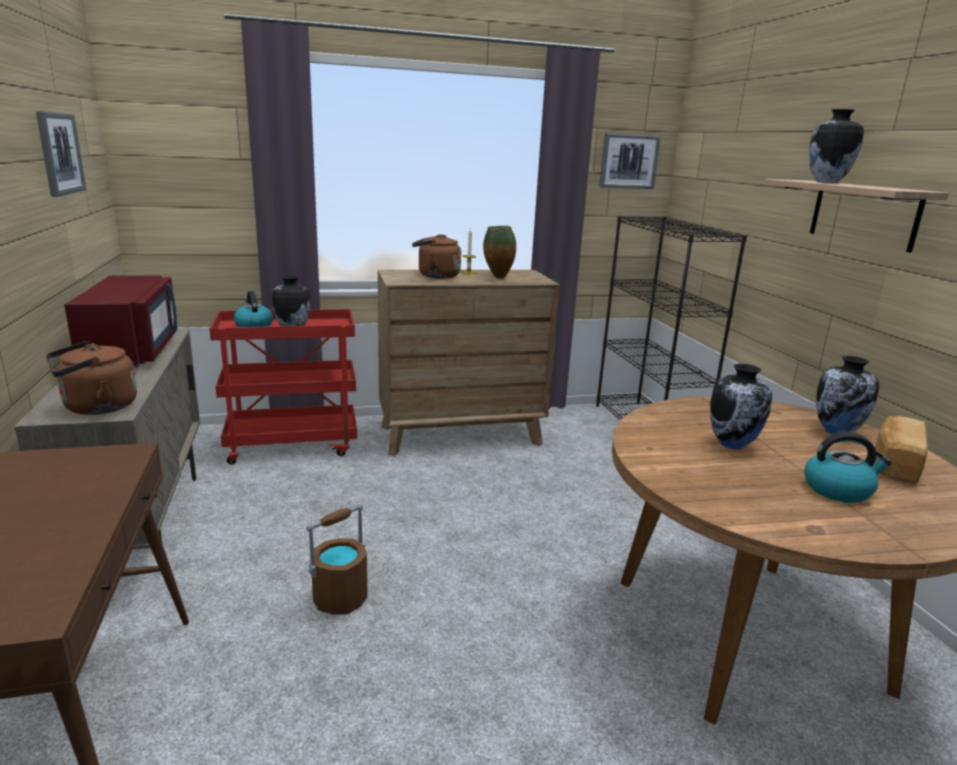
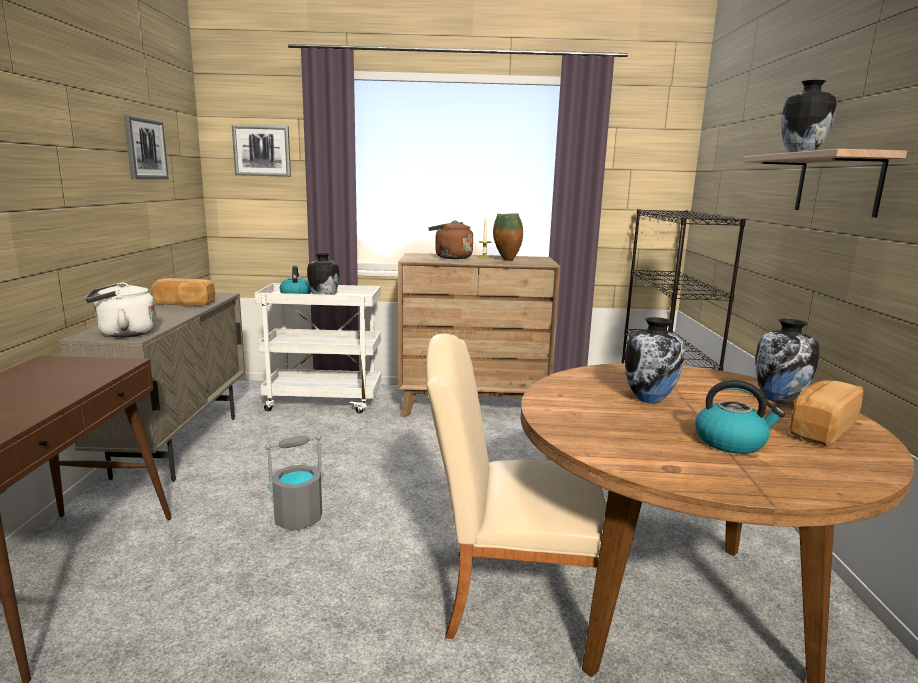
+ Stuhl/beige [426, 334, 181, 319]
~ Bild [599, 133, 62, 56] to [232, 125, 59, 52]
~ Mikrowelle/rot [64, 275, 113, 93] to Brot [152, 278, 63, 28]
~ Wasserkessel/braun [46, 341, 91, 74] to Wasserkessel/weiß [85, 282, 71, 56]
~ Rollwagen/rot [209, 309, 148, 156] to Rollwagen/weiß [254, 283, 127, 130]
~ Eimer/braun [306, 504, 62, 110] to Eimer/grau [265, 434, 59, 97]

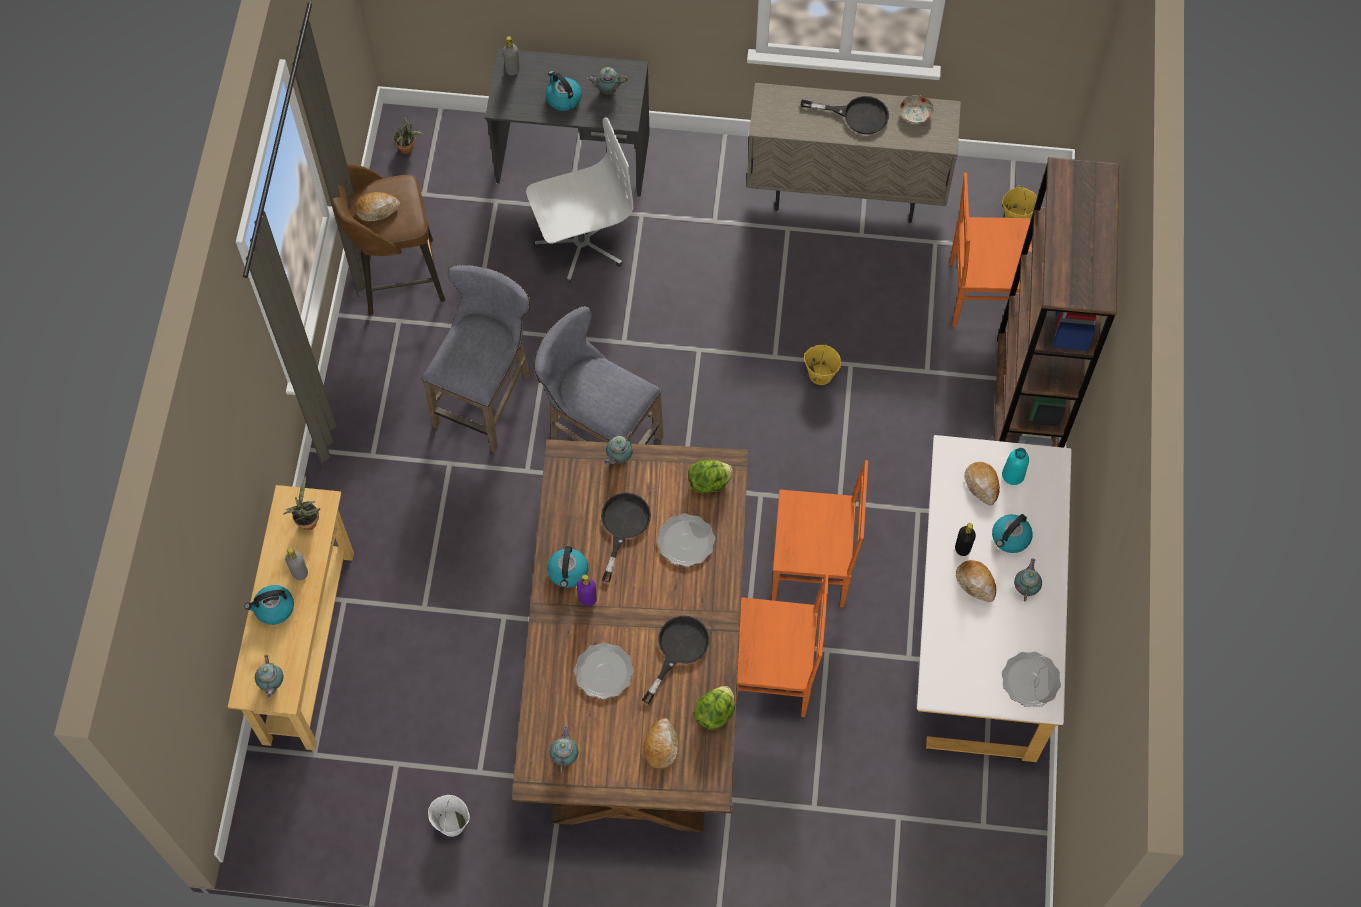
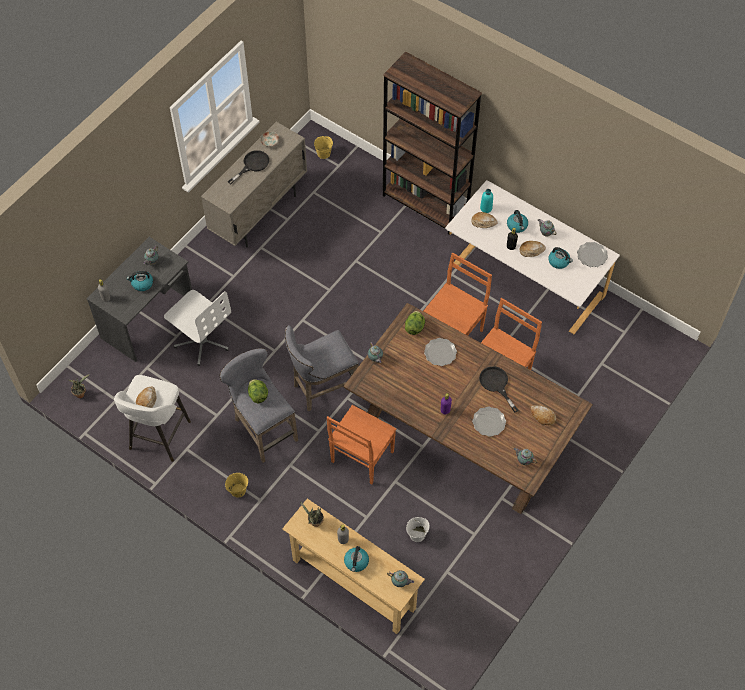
- Pfanne/schwarz [601, 493, 50, 90]
~ Eimer/weiß [428, 795, 42, 42] to [406, 517, 23, 25]
~ Wasserkessel [547, 546, 41, 42] to [548, 247, 25, 22]
~ Salatkopf [693, 686, 42, 44] to [248, 379, 20, 24]
~ Eimer/gelb [804, 344, 37, 41] to [225, 473, 23, 25]
~ Stuhl/orange [950, 173, 82, 154] to [327, 405, 70, 79]
~ Hocker/braun [332, 163, 113, 152] to Hocker/weiß [114, 375, 77, 87]
~ Bürostuhl/weiß [526, 117, 107, 166] = [164, 290, 67, 76] 120 degrees clockwise

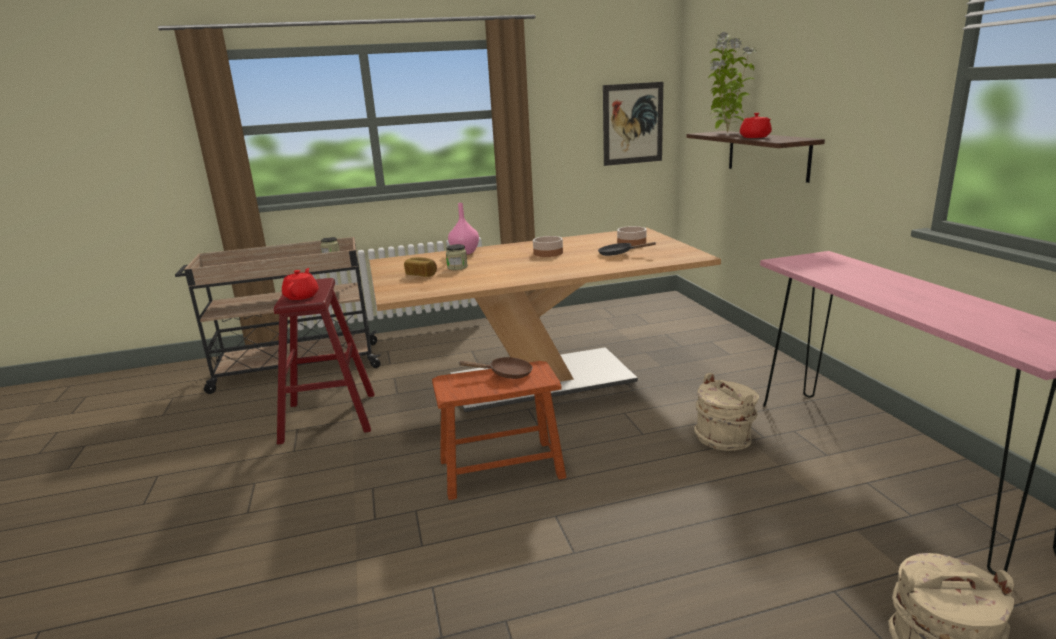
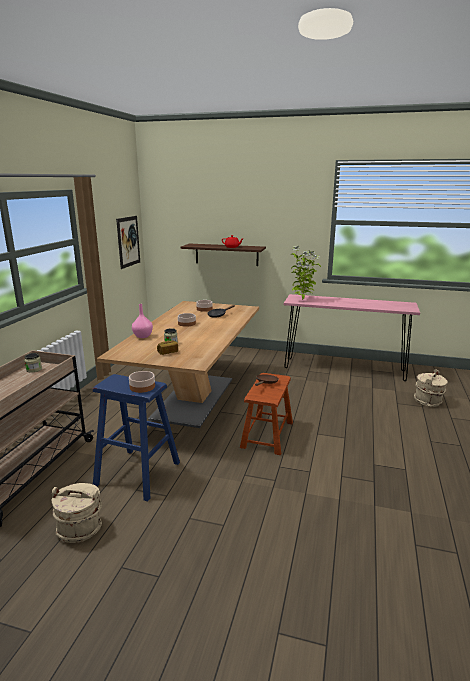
~ Eimer/beige [694, 373, 65, 78] to [51, 483, 52, 60]
~ Topfpflanze [708, 32, 49, 101] to [291, 246, 30, 54]
~ Teekanne/rot [282, 268, 36, 32] to Schüssel [129, 371, 26, 22]
~ Hocker/rot [274, 278, 101, 167] to Hocker/blau [93, 374, 87, 128]

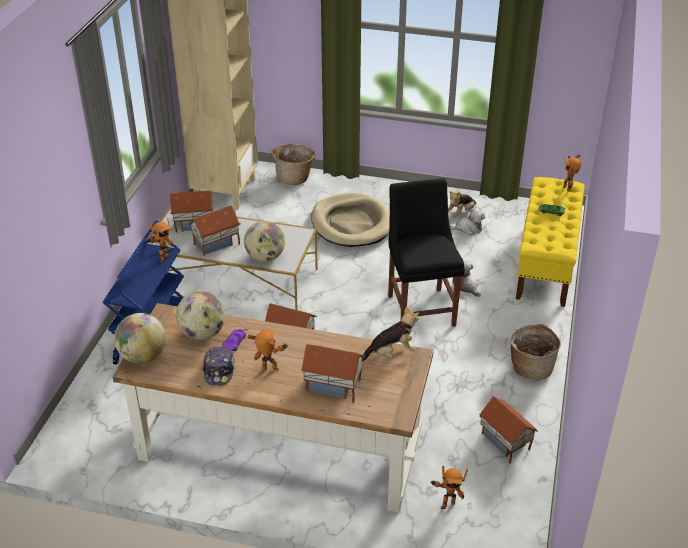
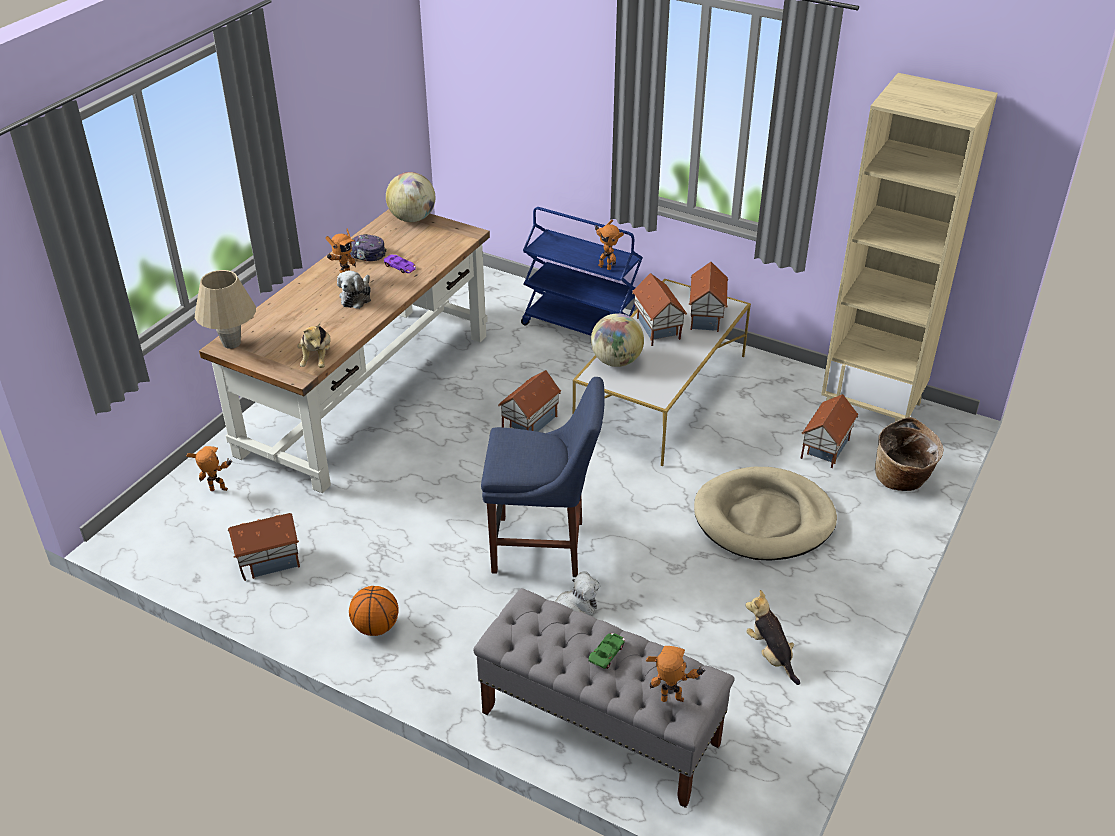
- Globus [176, 291, 49, 49]
+ Tischlampe/beige [195, 270, 61, 79]
~ Spielzeughaus [301, 344, 64, 59] to [800, 394, 58, 74]
~ Plüschtier [450, 207, 35, 29] to [337, 270, 34, 39]
~ Korb [510, 324, 51, 56] to Basketball [349, 586, 50, 50]
~ Stuhl/schwarz [388, 178, 77, 149] to Stuhl/blau [481, 377, 124, 200]
~ Bank/gelb [516, 177, 68, 130] to Bank/grau [473, 588, 262, 220]
~ Spielzeugroboter [431, 466, 37, 43] = [186, 446, 47, 45] 90 degrees clockwise

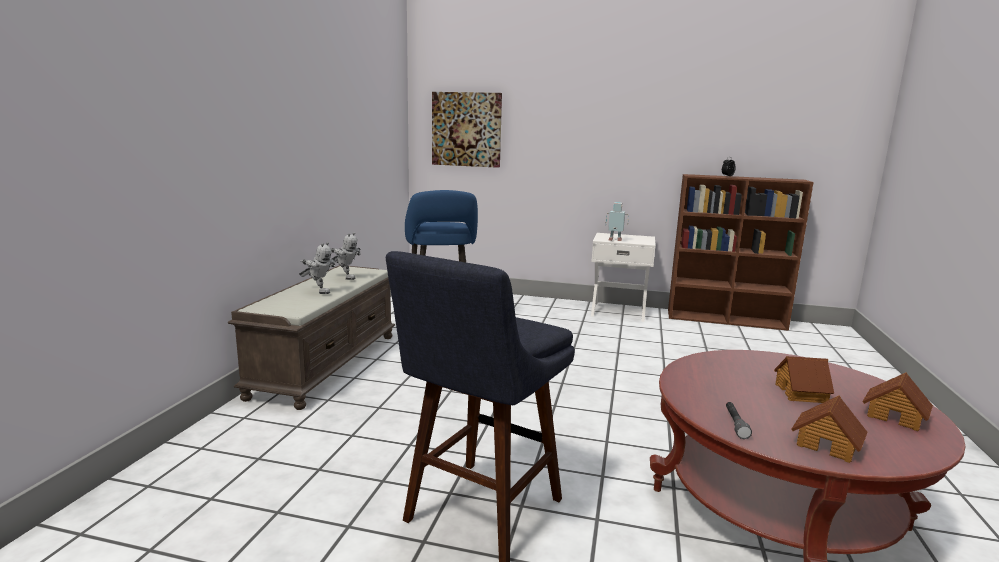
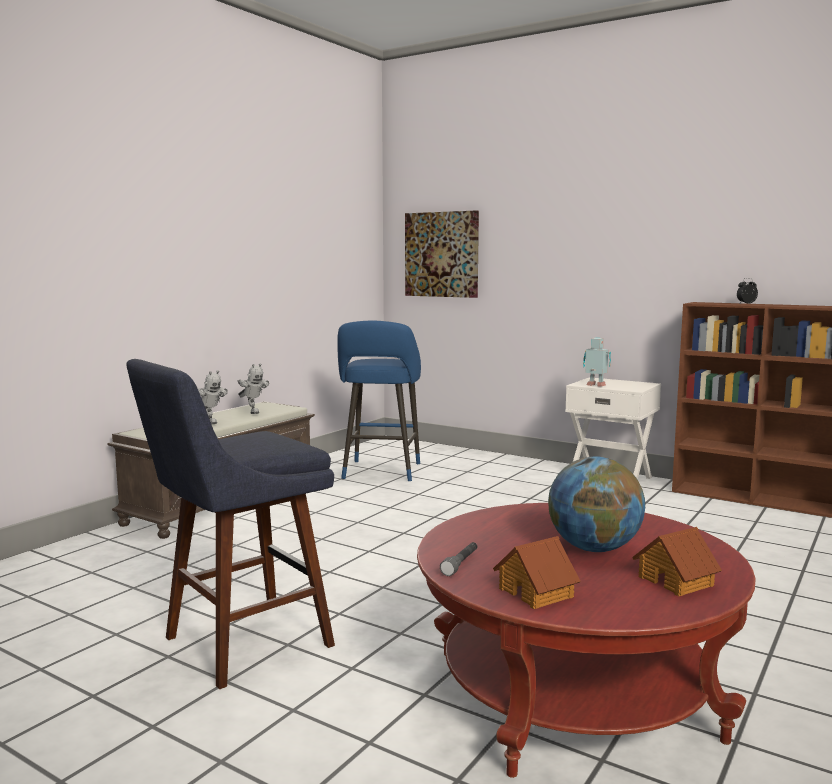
~ Spielzeughaus [774, 356, 60, 47] to Globus [548, 456, 97, 96]

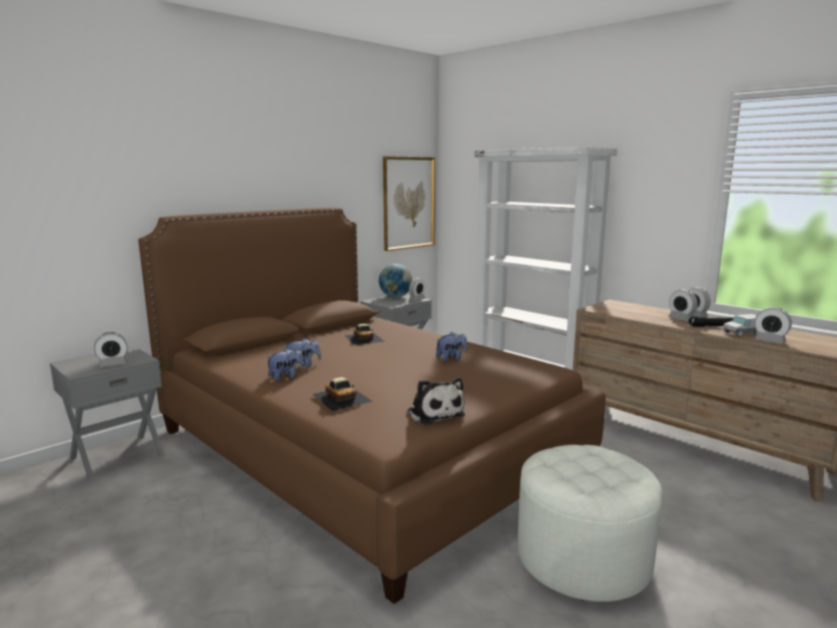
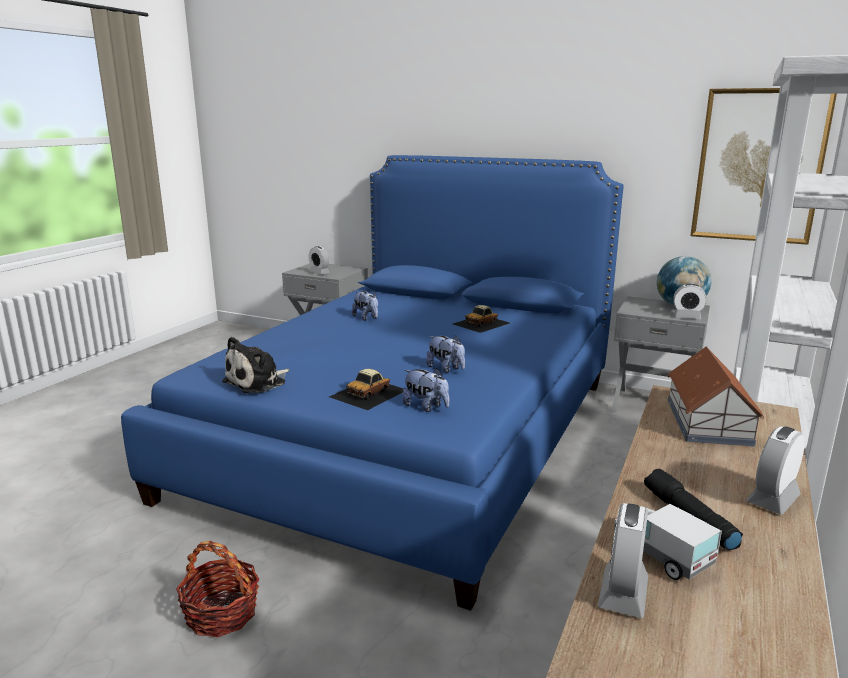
- Wecker [668, 289, 30, 32]
+ Spielzeughaus [668, 347, 96, 99]
~ Plüschtier [266, 348, 38, 33] to [402, 368, 47, 44]
~ Spielzeugauto [312, 377, 61, 34] to [329, 369, 74, 41]
~ Polsterhocker/weiß [518, 445, 144, 157] to Korb [176, 541, 83, 96]
~ Bett/braun [138, 207, 468, 397] to Bett/blau [121, 155, 503, 456]

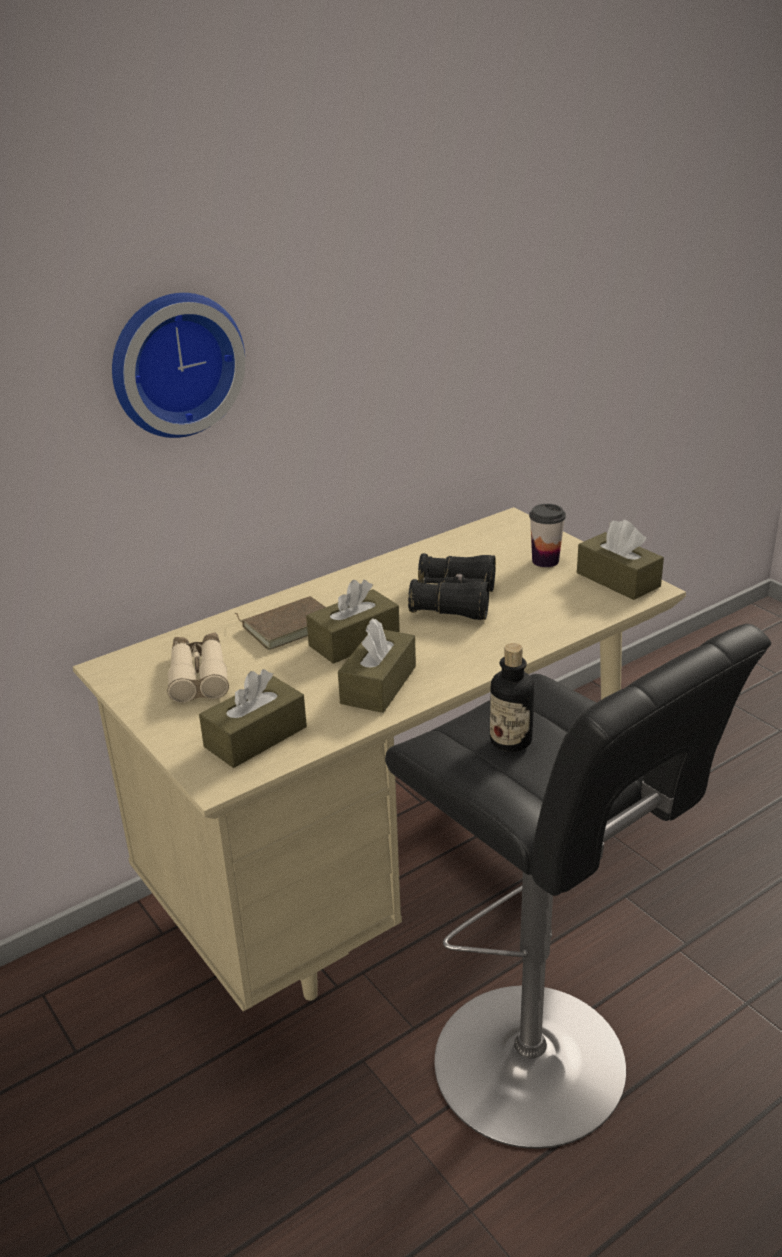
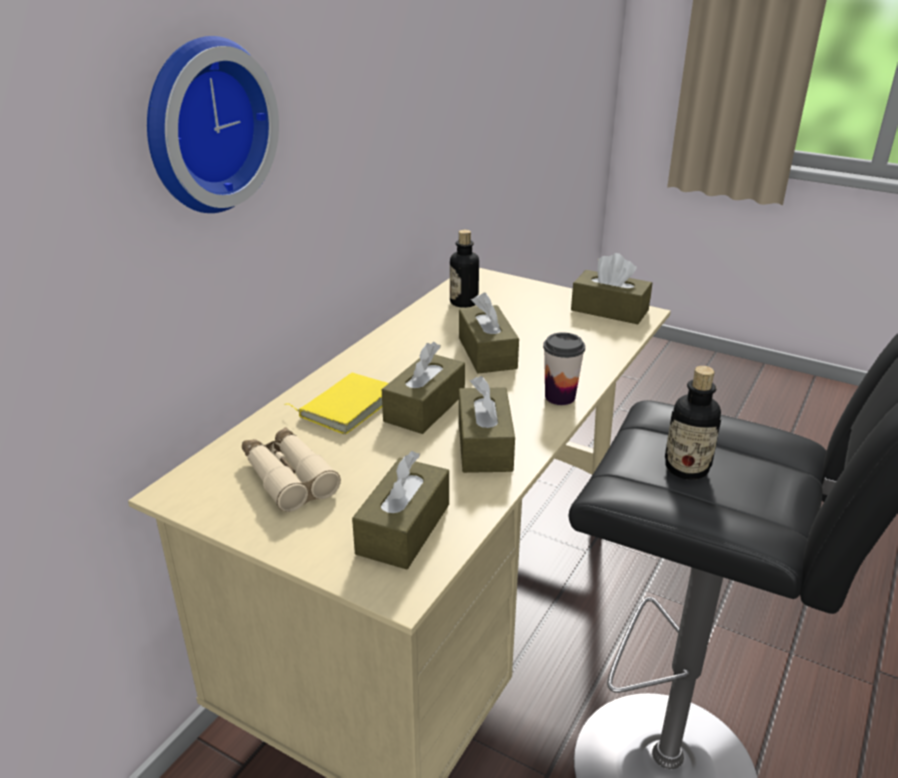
+ Flasche [450, 230, 29, 78]
~ Tasse [529, 504, 37, 63] to [543, 332, 42, 73]
~ Fernglas/schwarz [408, 553, 88, 67] to Taschentuchbox/braun [459, 292, 60, 82]
~ Buch/braun [234, 596, 92, 54] to Buch/gelb [284, 373, 105, 61]

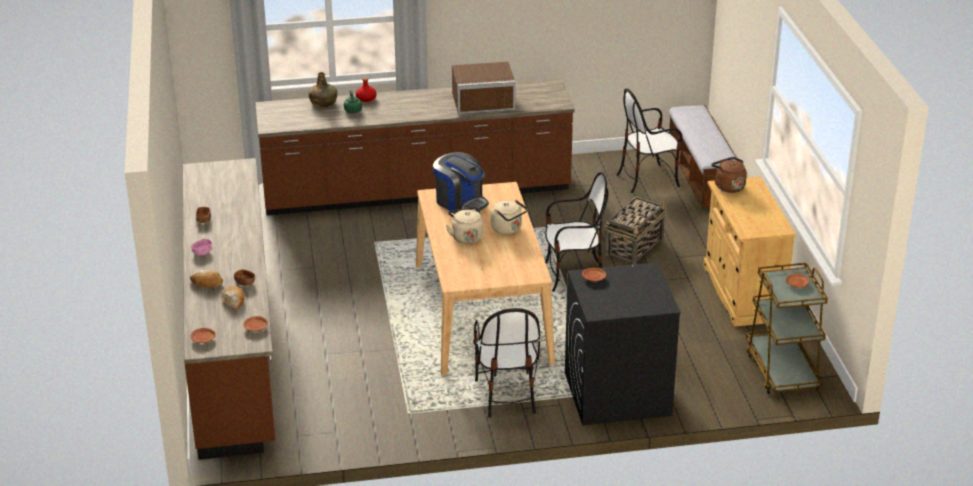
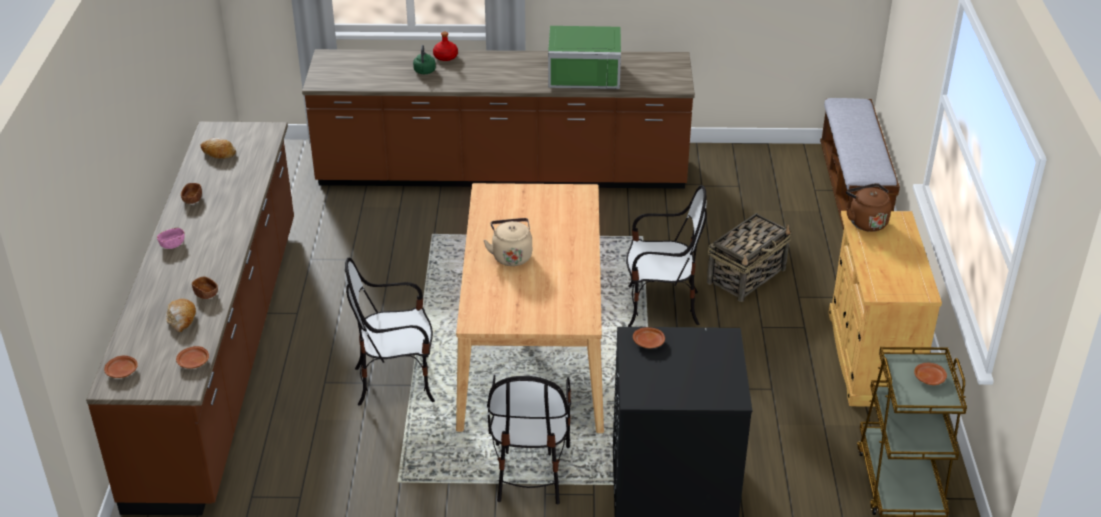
- Flasche/grün [308, 72, 29, 35]
- Kaffeemaschine [433, 152, 56, 62]
- Wasserkessel/beige [491, 200, 37, 34]
~ Brot [190, 270, 33, 18] to [201, 138, 35, 21]
~ Stuhl [617, 88, 66, 105] to [345, 257, 90, 149]
~ Mikrowelle/braun [452, 62, 63, 52] to Mikrowelle/grün [548, 26, 73, 63]

